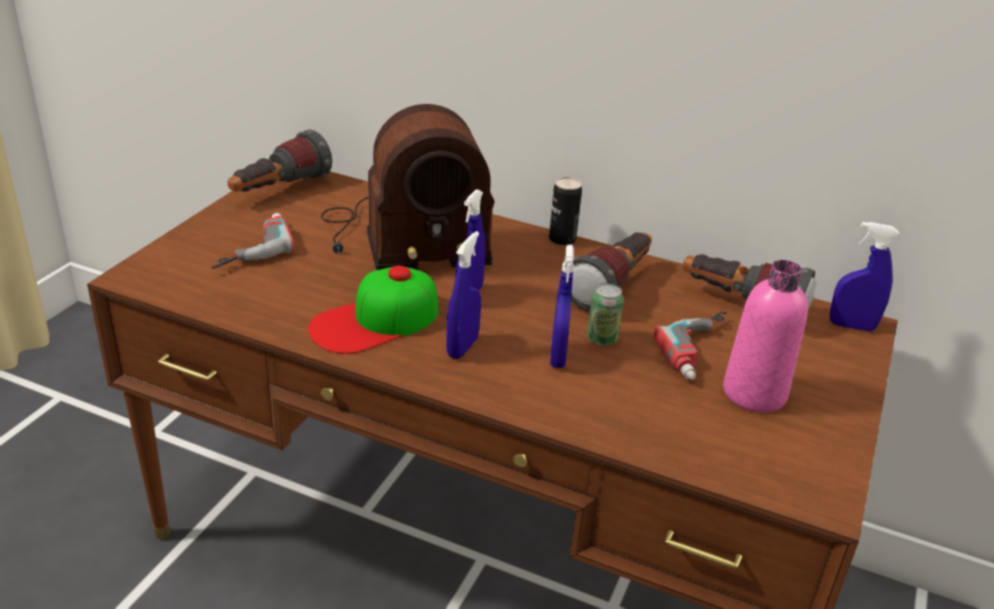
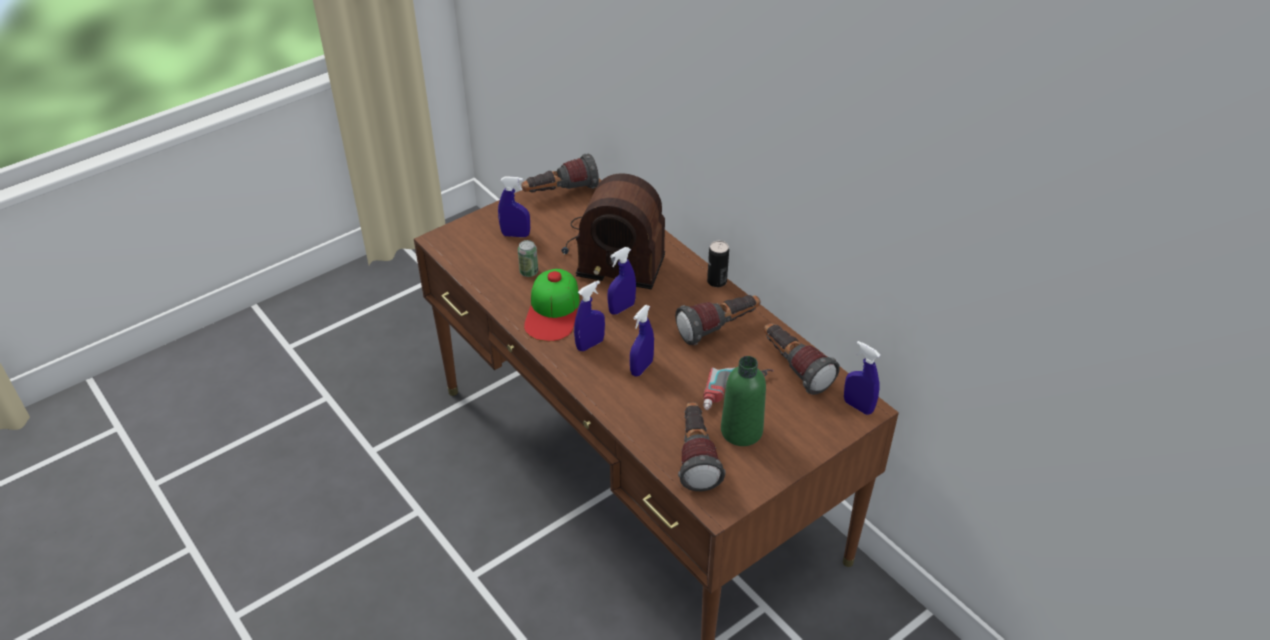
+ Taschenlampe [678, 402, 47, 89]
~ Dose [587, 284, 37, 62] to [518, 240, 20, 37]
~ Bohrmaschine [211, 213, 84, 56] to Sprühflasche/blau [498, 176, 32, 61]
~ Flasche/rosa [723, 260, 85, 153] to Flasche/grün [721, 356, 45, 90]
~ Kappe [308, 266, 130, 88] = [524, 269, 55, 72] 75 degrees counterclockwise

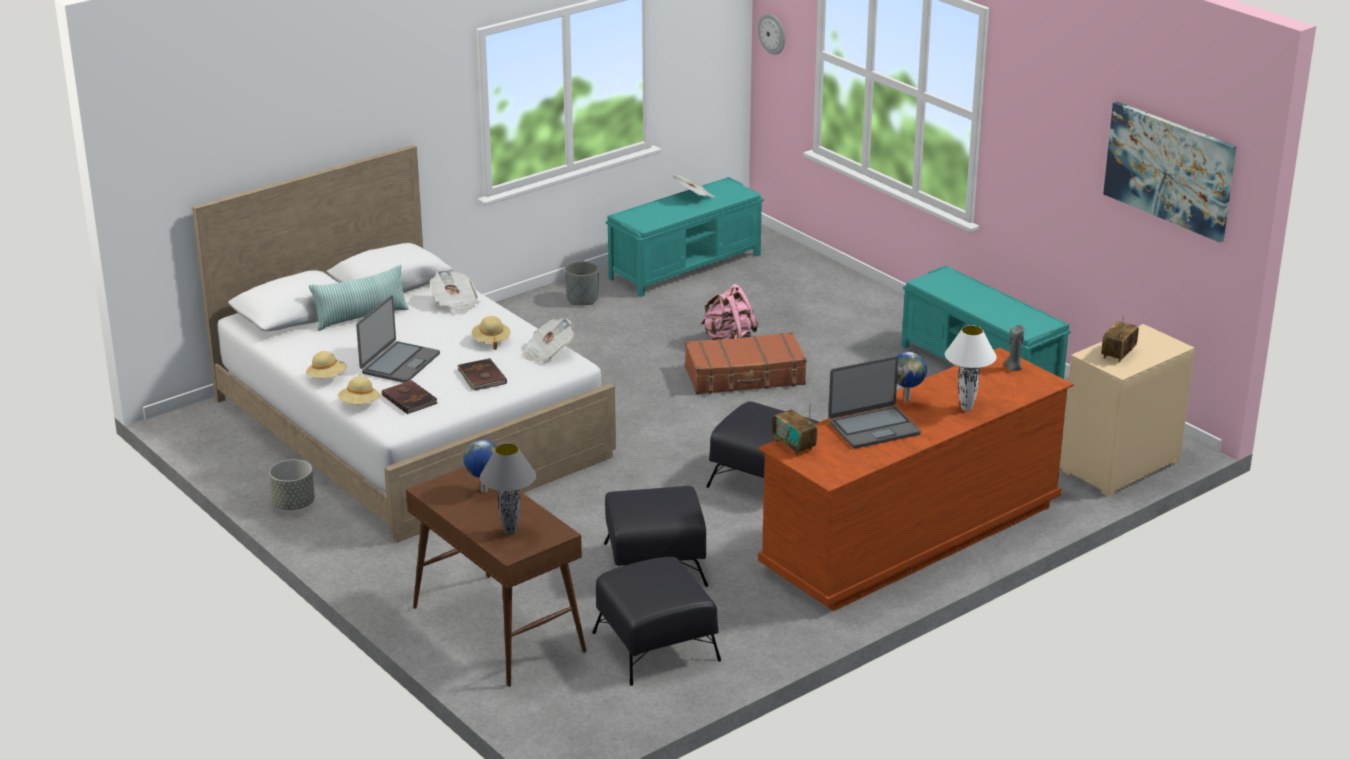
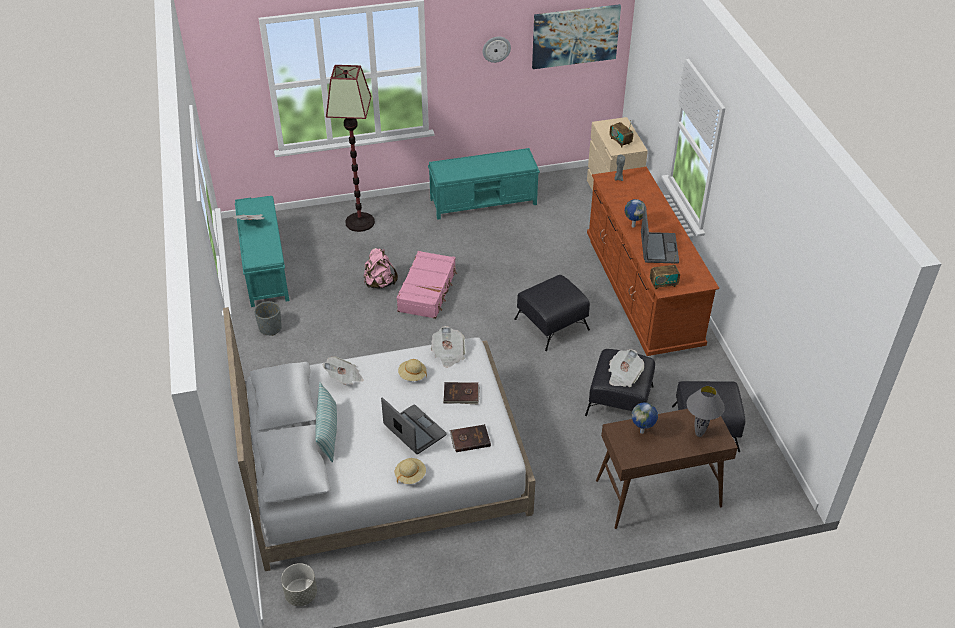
- Hut/beige [338, 376, 42, 28]
- Tischlampe/weiß [945, 325, 52, 86]
+ Stehlampe [326, 65, 49, 167]
+ Zeitung [608, 349, 36, 38]
~ Pflanzkübel/grau [269, 460, 46, 50] to [281, 563, 36, 43]
~ Wanduhr [758, 14, 27, 41] to [483, 37, 28, 26]
~ Koffer/braun [685, 332, 122, 62] to Koffer/rosa [396, 251, 61, 68]

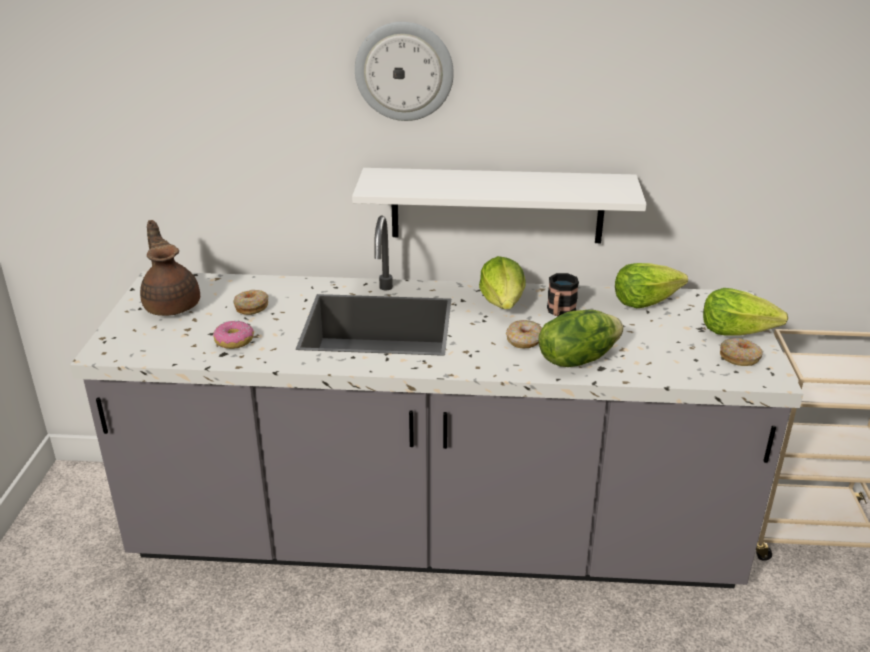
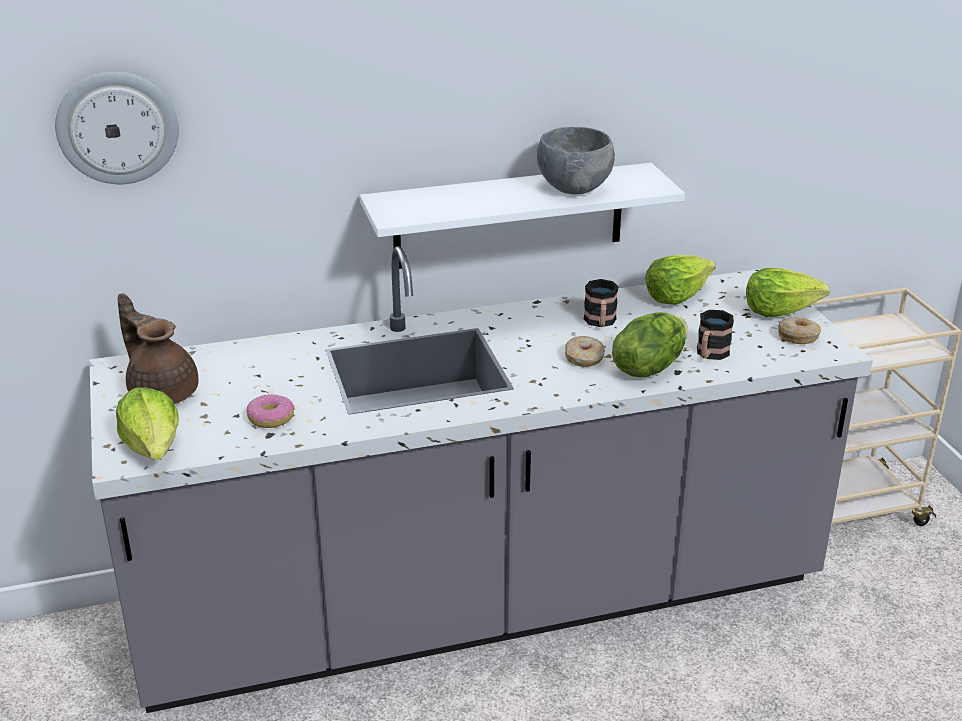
- Donut [233, 290, 36, 25]
+ Schüssel/grau [537, 127, 78, 68]
+ Henkelbecher [697, 310, 37, 50]
~ Wanduhr [355, 22, 99, 99] to [55, 71, 124, 113]
~ Salatkopf [479, 256, 47, 53] to [116, 387, 63, 73]

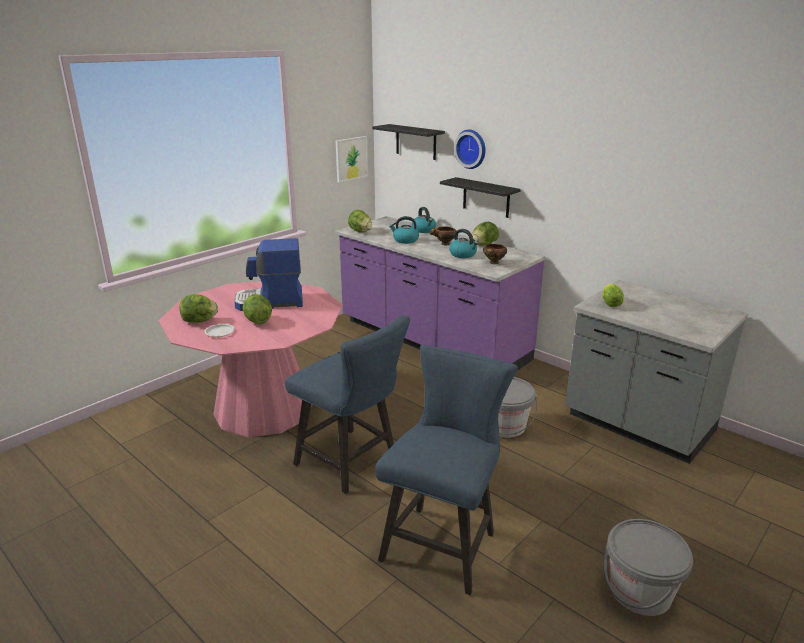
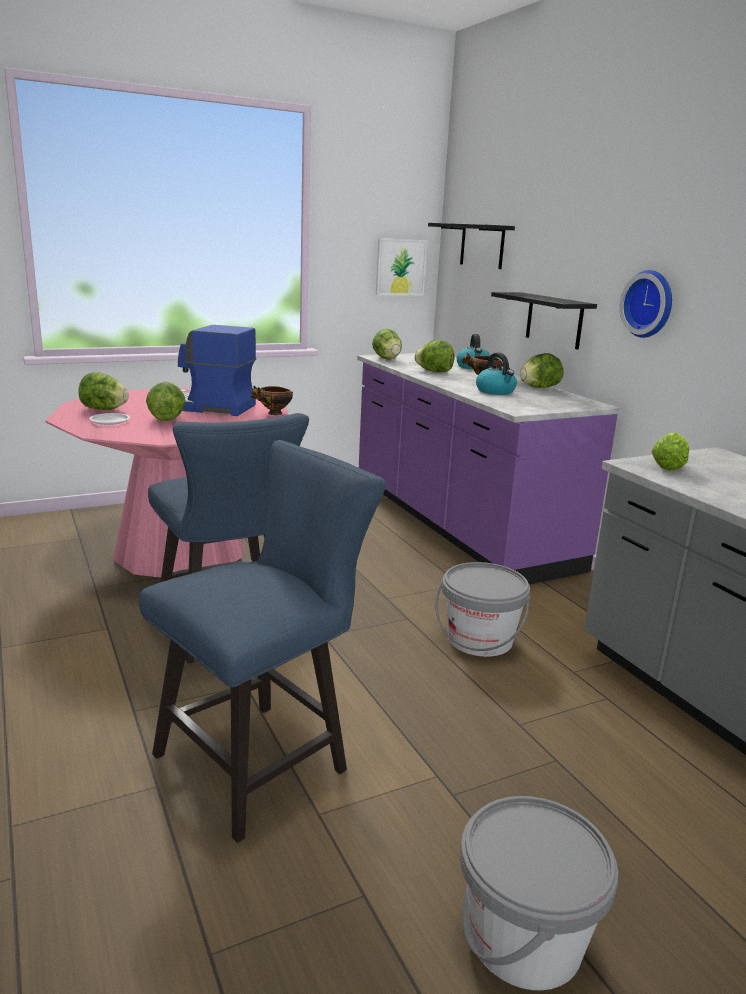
~ Wanduhr [454, 130, 32, 39] to [619, 270, 53, 68]
~ Schüssel [483, 244, 24, 20] to [251, 386, 42, 29]
~ Wasserkessel [389, 216, 30, 28] to Salatkopf [414, 340, 40, 32]

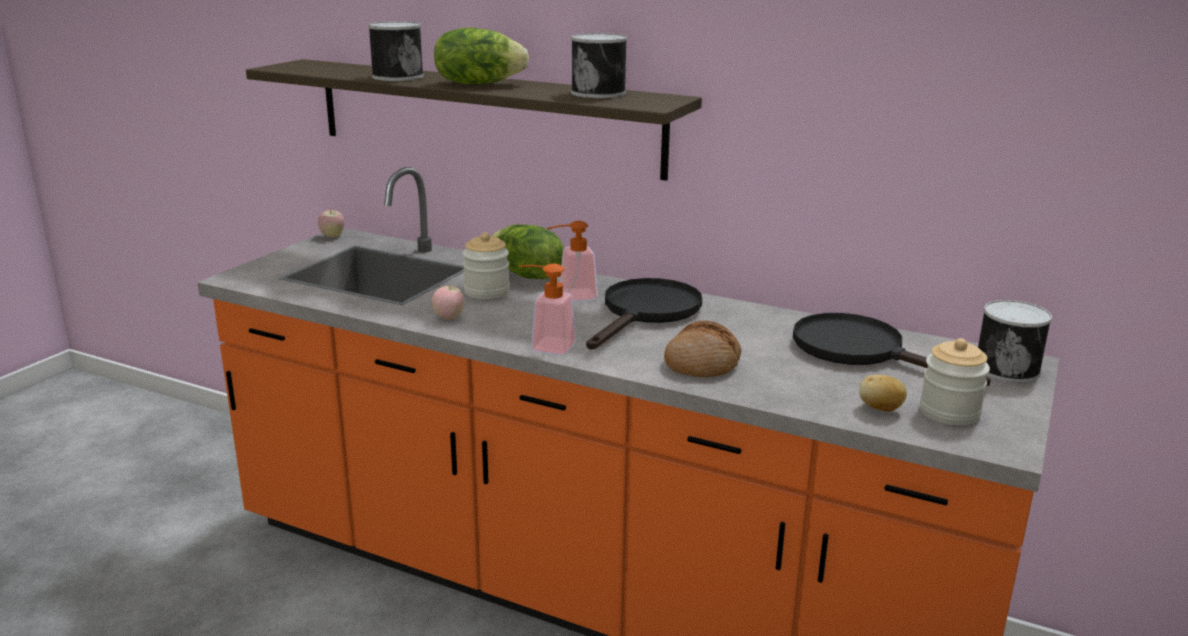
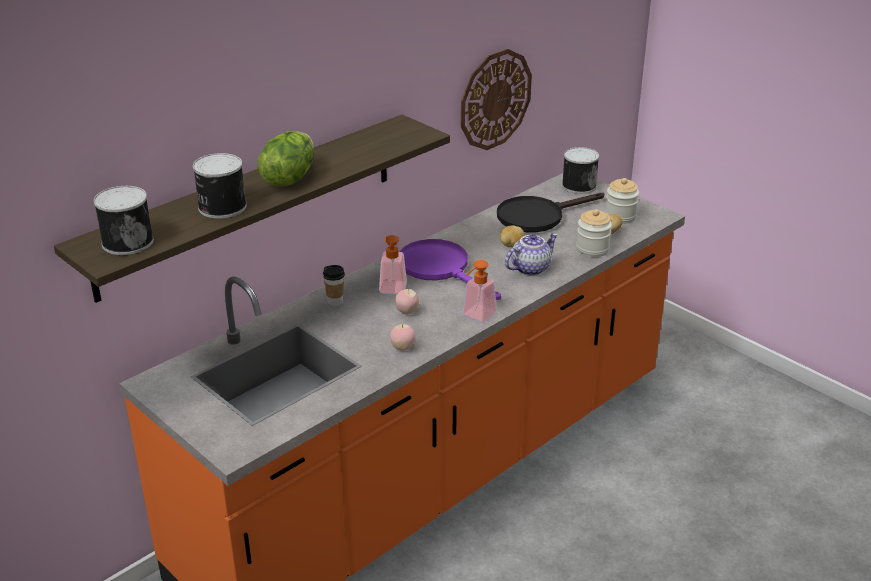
+ Wanduhr [461, 49, 71, 101]
+ Kartoffel [500, 225, 24, 22]
~ Apfel [318, 209, 27, 28] to [395, 289, 24, 26]
~ Vorratsglas [462, 232, 48, 67] to [576, 209, 36, 48]
~ Dose [571, 33, 56, 65] to [93, 186, 61, 69]
~ Salatkopf [492, 224, 72, 55] to Tasse [323, 265, 22, 41]
~ Brot [664, 320, 78, 57] to Teekanne [505, 233, 53, 43]
~ Pfanne/schwarz [586, 278, 116, 71] to Pfanne/lila [400, 239, 101, 61]

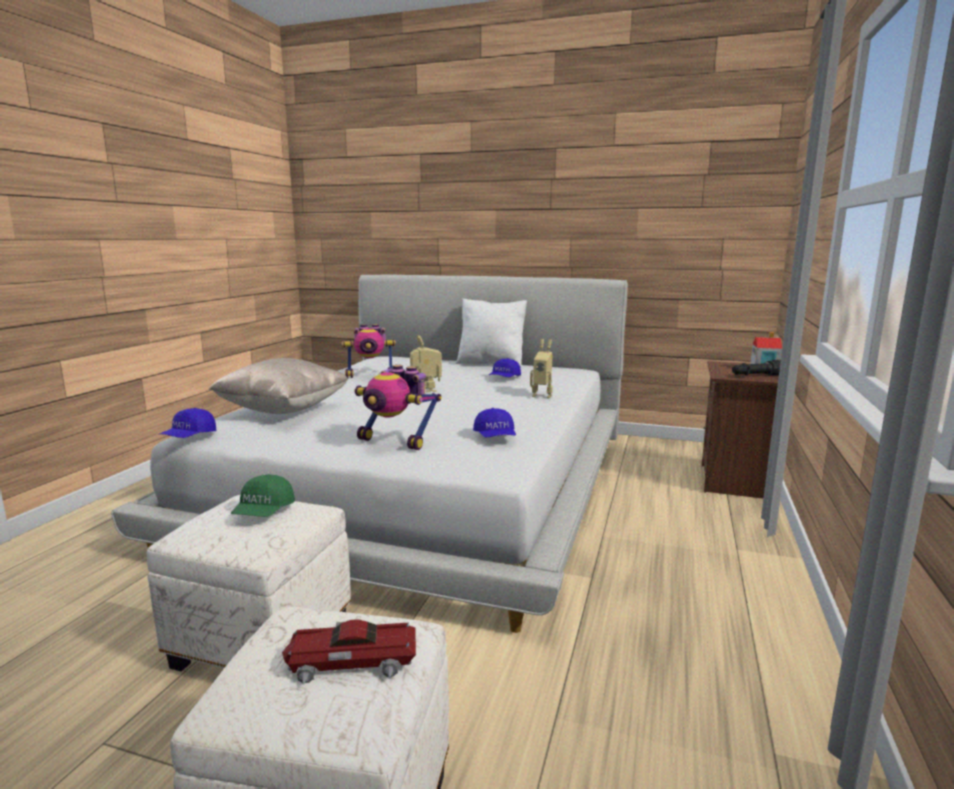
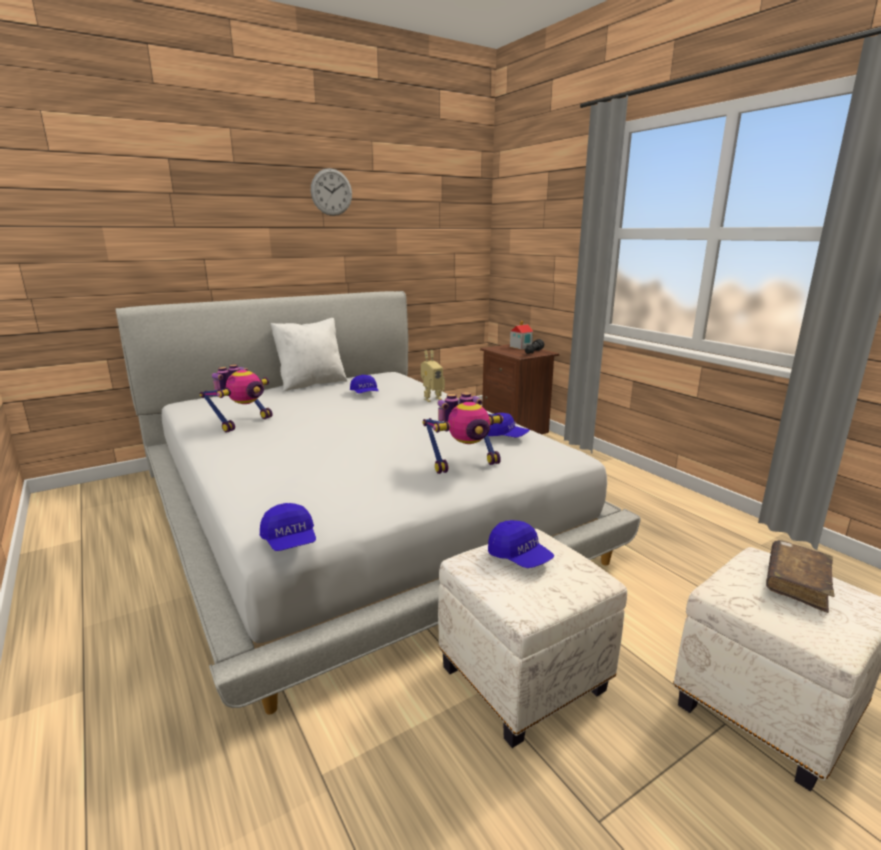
- Kissen/beige [209, 358, 139, 56]
- Spielzeugroboter [410, 335, 32, 57]
+ Wanduhr [311, 168, 41, 48]
~ Spielzeugauto [282, 619, 134, 66] to Buch/braun [766, 540, 69, 73]
~ Kappe/grün [231, 474, 64, 43] to Kappe/blau [488, 520, 66, 48]

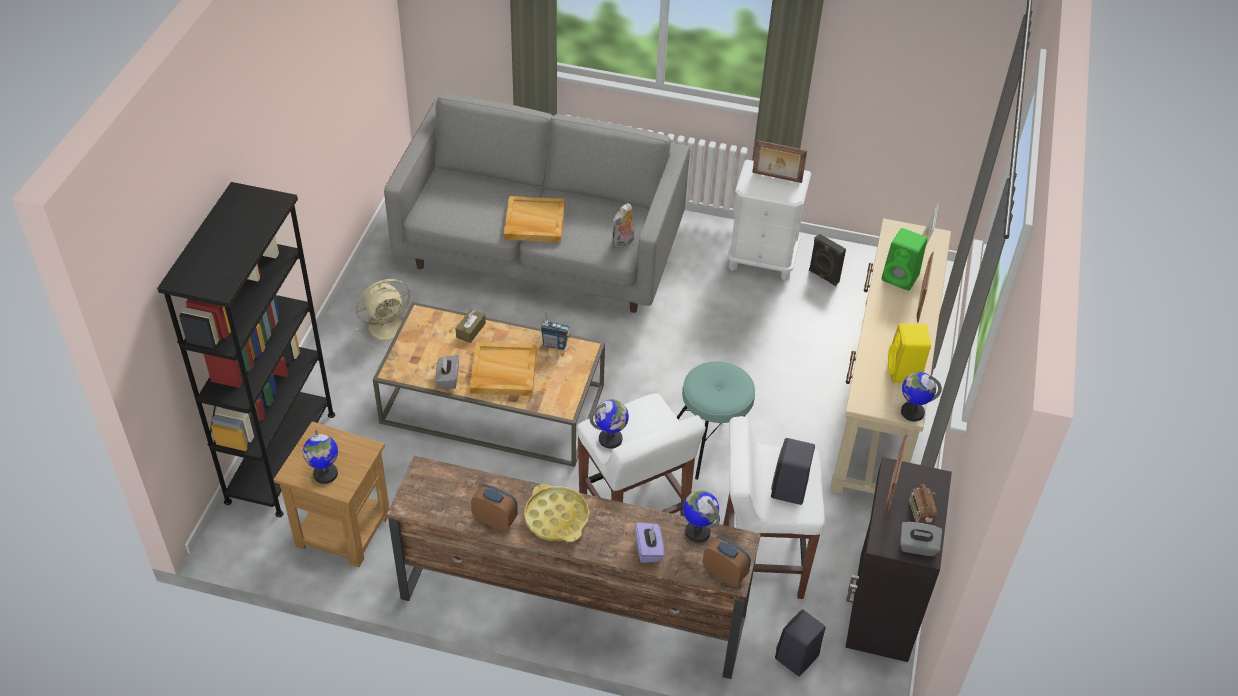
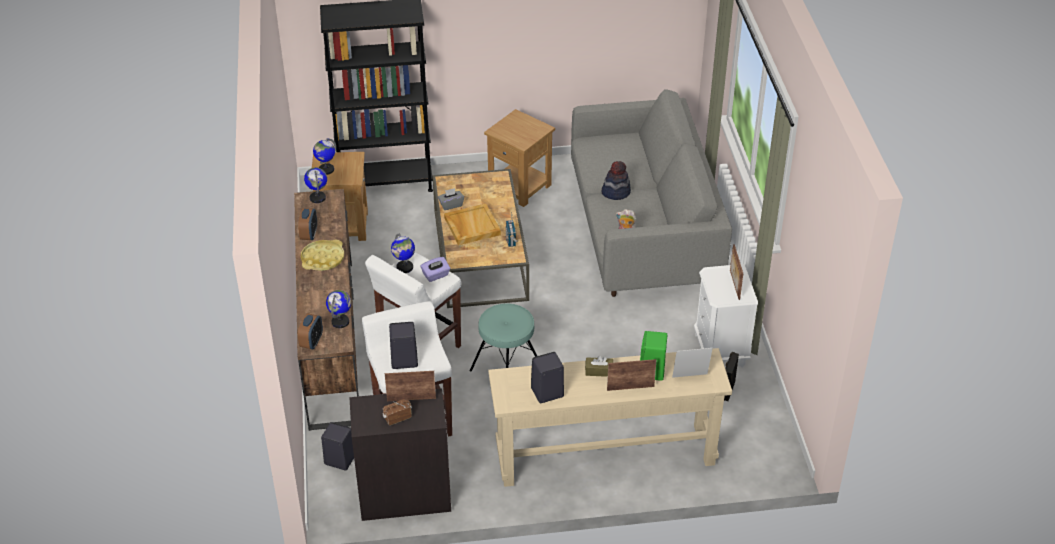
- Taschentuchbox/grau [900, 522, 42, 34]
~ Taschentuchbox/braun [456, 309, 30, 34] to [585, 356, 28, 21]
~ Taschentuchbox/lila [635, 523, 29, 40] to [421, 257, 29, 25]
~ Globus [901, 372, 41, 49] to [304, 167, 23, 36]
~ Ventilator/beige [355, 279, 55, 68] to Beistelltisch/braun [484, 109, 71, 98]
~ Tablett/beige [504, 196, 61, 46] to Hut [602, 161, 29, 39]
~ Lautsprecher/gelb [888, 323, 43, 60] to Lautsprecher/schwarz [531, 352, 33, 51]

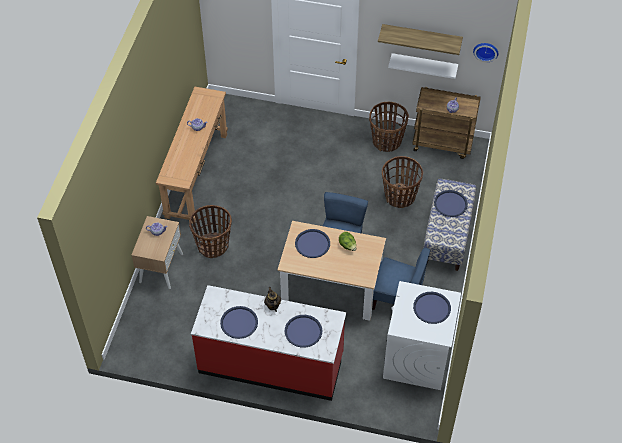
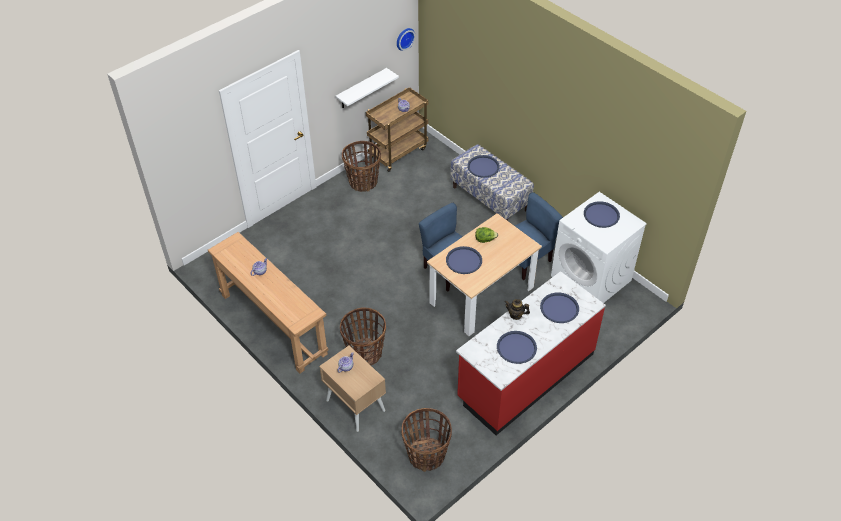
- Wandregal [378, 24, 85, 31]
~ Korb [382, 156, 41, 52] to [401, 408, 51, 64]

